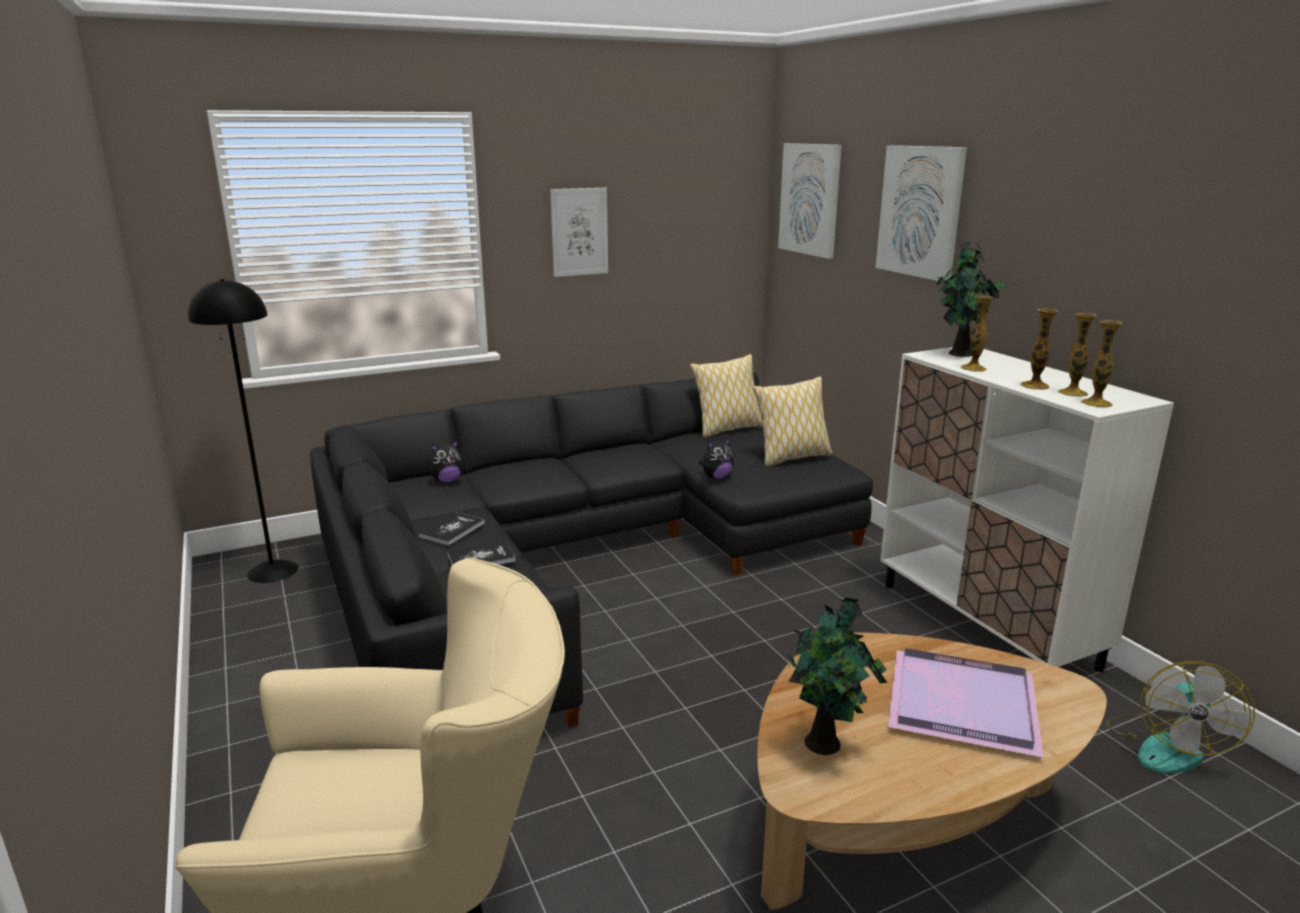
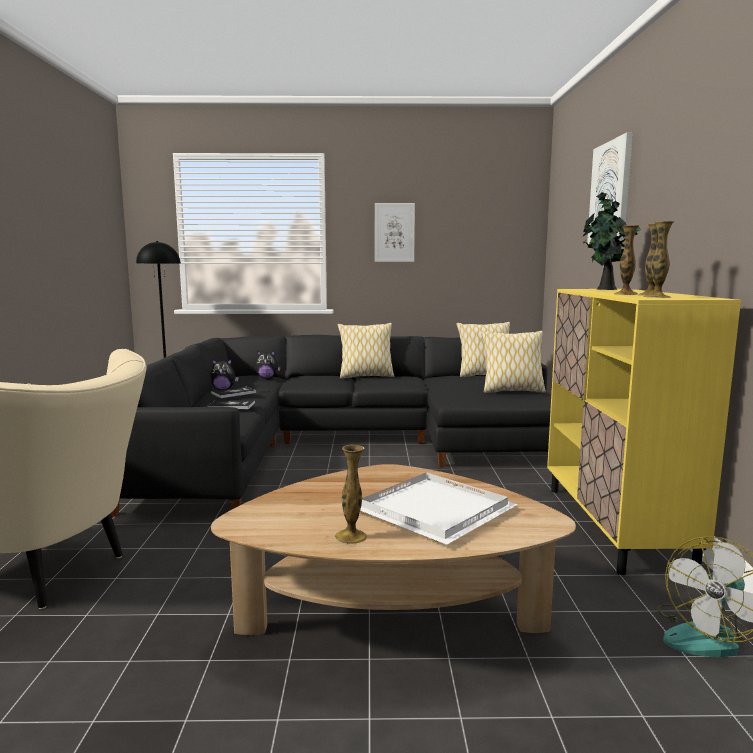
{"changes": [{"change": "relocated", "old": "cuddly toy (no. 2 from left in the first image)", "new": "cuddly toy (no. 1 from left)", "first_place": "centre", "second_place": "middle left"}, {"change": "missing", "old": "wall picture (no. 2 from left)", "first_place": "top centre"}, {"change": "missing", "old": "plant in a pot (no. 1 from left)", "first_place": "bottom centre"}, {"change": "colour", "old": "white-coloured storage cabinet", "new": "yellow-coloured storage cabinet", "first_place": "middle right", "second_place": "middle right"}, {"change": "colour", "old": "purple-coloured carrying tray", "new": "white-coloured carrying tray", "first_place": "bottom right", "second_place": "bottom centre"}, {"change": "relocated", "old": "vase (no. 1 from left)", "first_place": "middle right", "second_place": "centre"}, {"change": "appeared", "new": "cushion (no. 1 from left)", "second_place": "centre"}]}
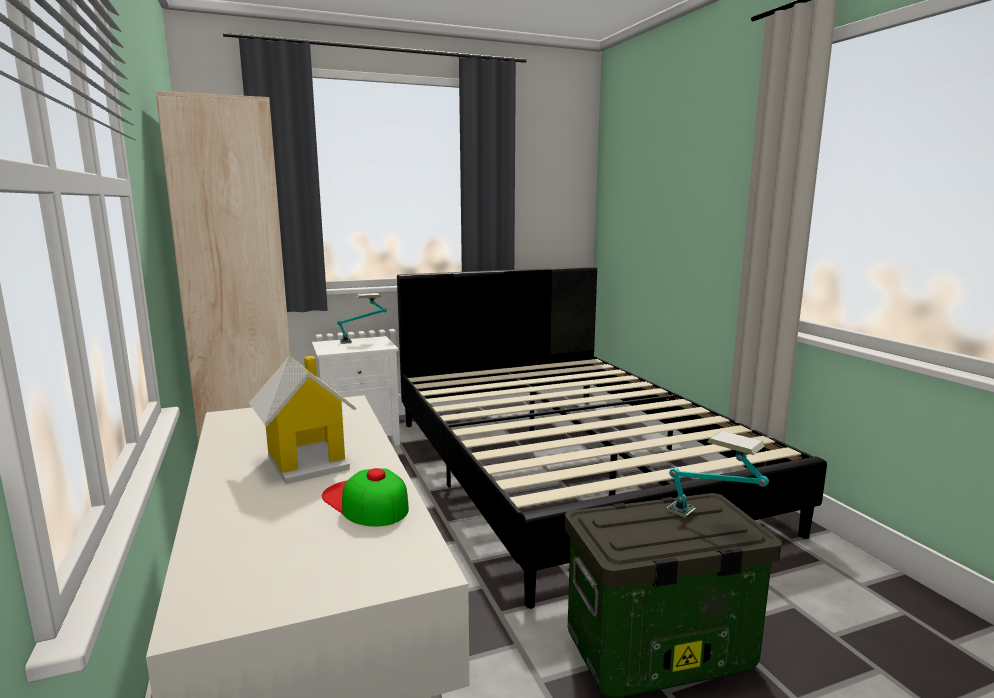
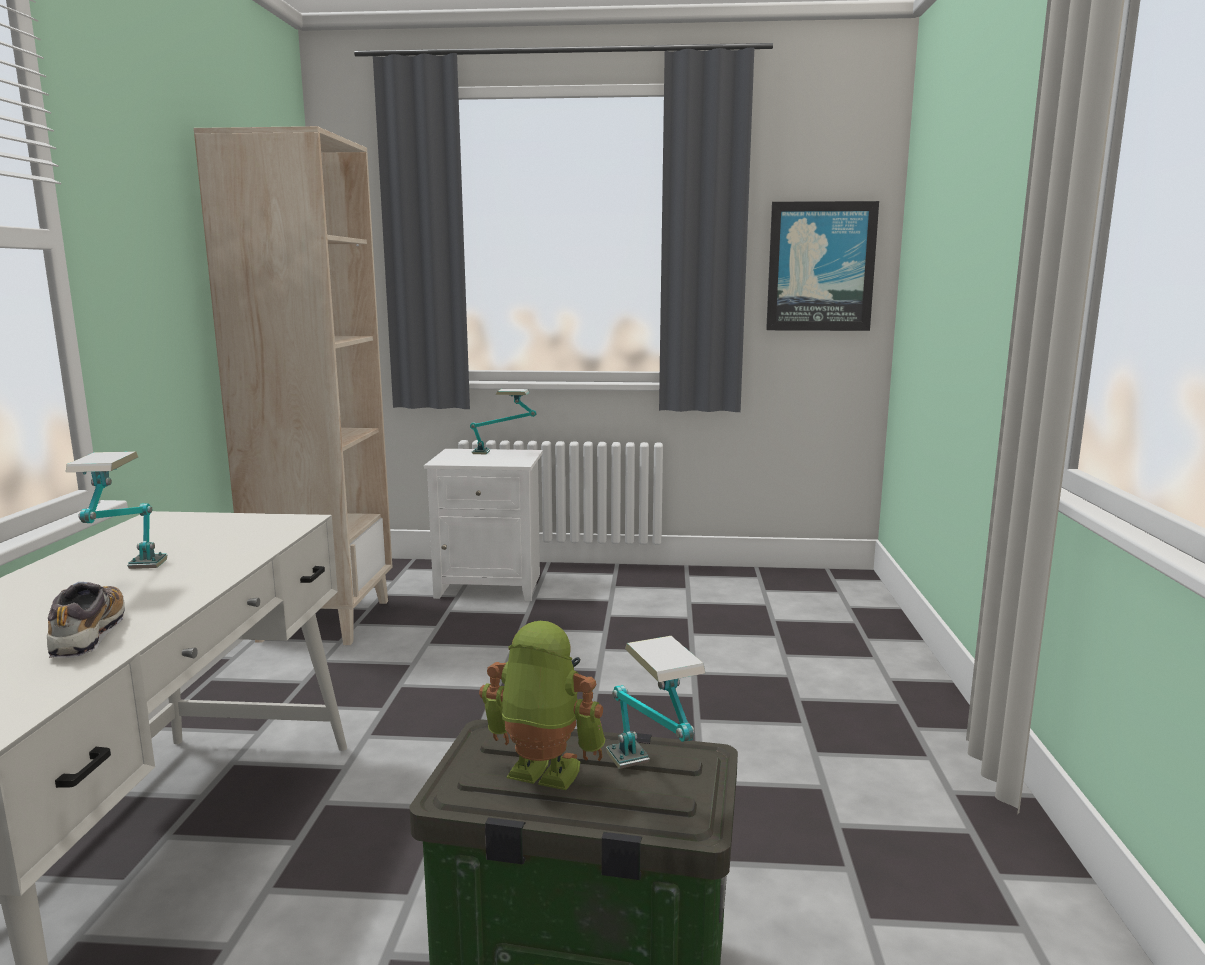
{"changes": [{"change": "exchanged", "old": "miniature house", "new": "table lamp (no. 1 from left)", "first_place": "middle left", "second_place": "middle left"}, {"change": "exchanged", "old": "peaked cap", "new": "low shoe", "first_place": "bottom centre", "second_place": "middle left"}, {"change": "missing", "old": "blackish bedroom bed", "first_place": "centre"}, {"change": "appeared", "new": "model robot", "second_place": "bottom centre"}, {"change": "appeared", "new": "wall picture", "second_place": "top right"}]}
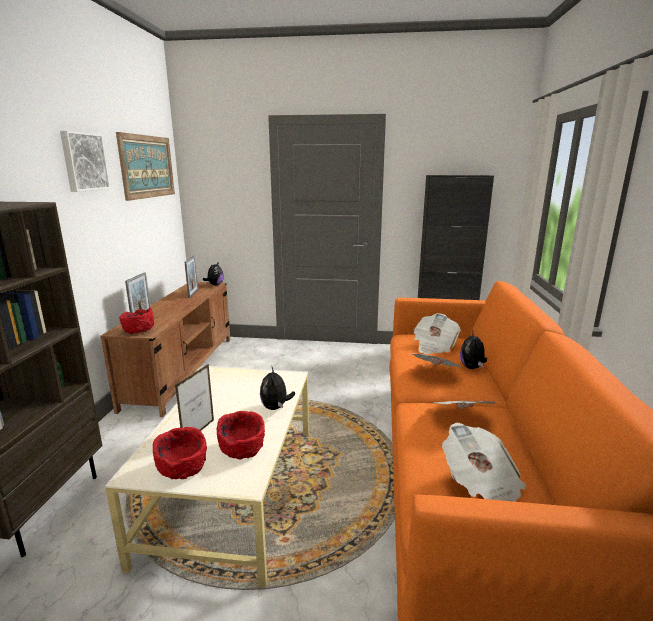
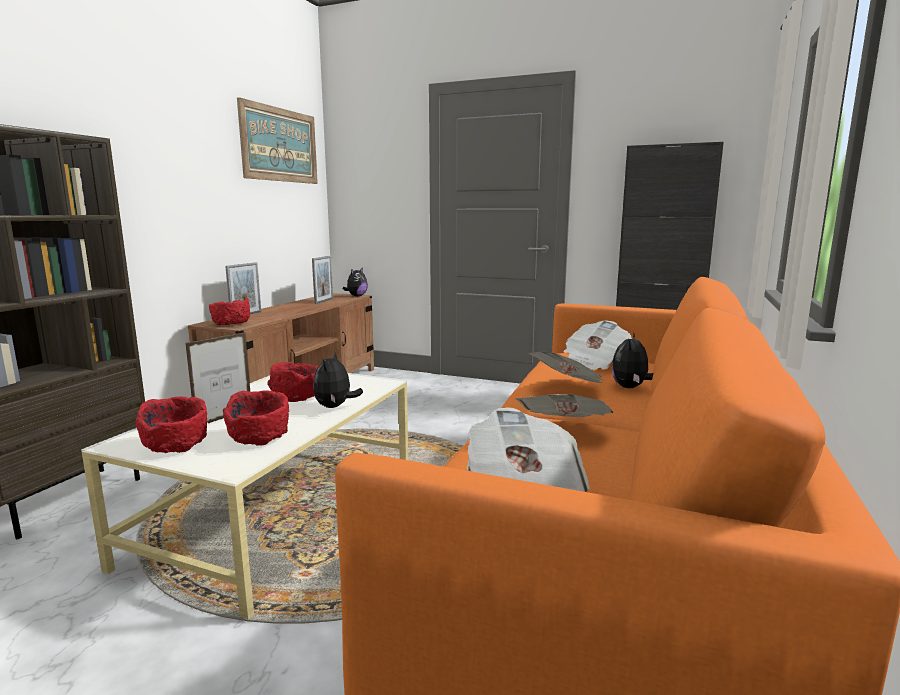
{"changes": [{"change": "missing", "old": "wall picture (no. 1 from left)", "first_place": "top left"}, {"change": "appeared", "new": "reddish bowl (no. 4 from left)", "second_place": "middle left"}]}
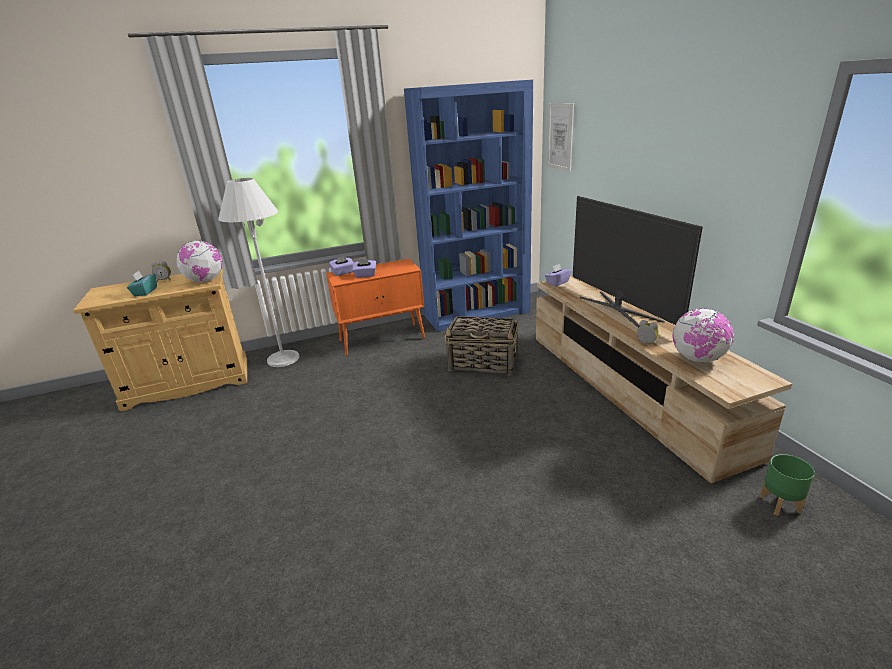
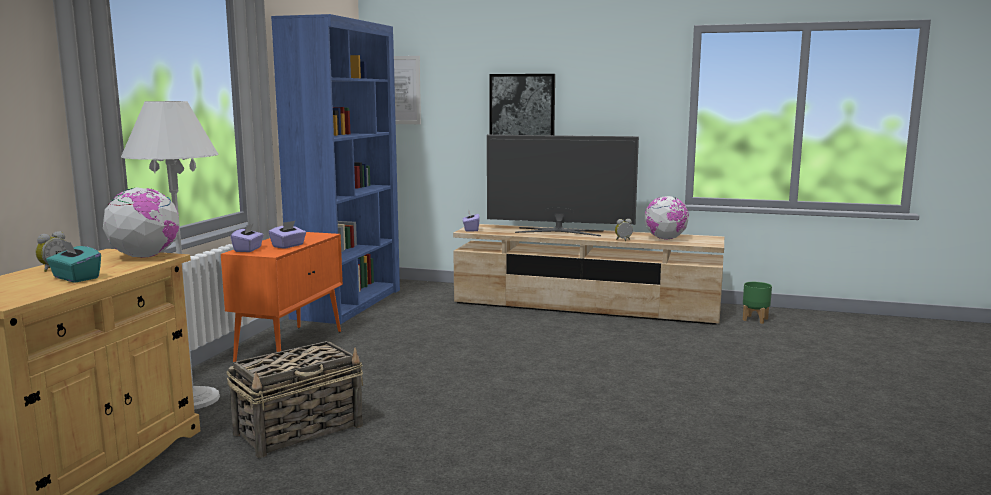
{"changes": [{"change": "relocated", "old": "household basket", "first_place": "centre", "second_place": "bottom left"}, {"change": "appeared", "new": "wall picture (no. 2 from left)", "second_place": "top centre"}]}
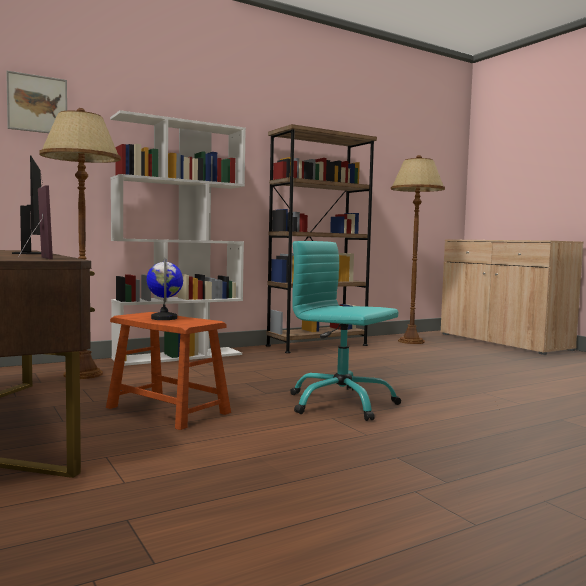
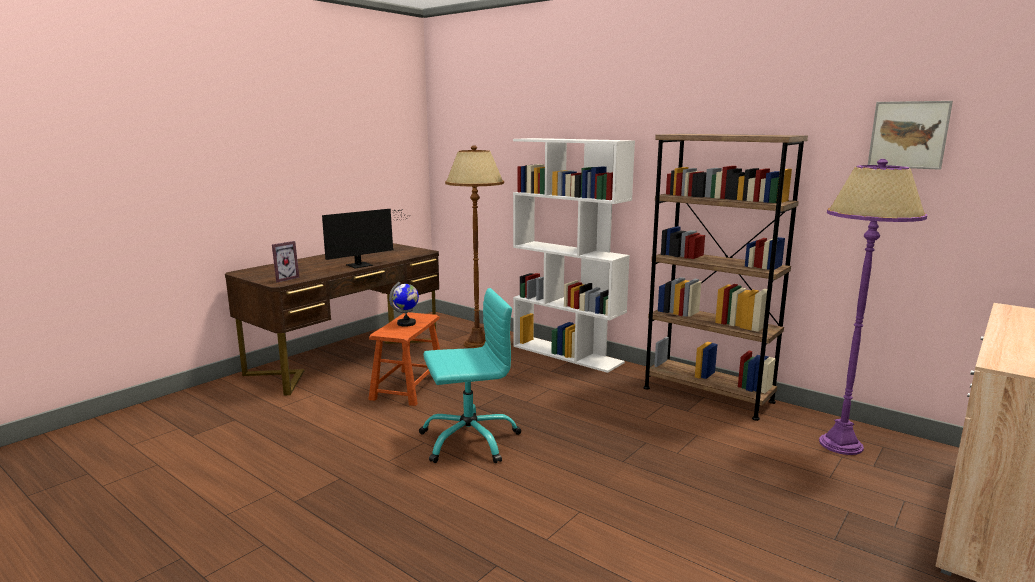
{"changes": [{"change": "relocated", "old": "wall picture", "first_place": "top left", "second_place": "top right"}, {"change": "spun", "old": "turquoise office chair", "first_place": "centre", "second_place": "centre", "degrees": 60}, {"change": "colour", "old": "brownish standing lamp (no. 2 from left)", "new": "purple-coloured standing lamp", "first_place": "middle right", "second_place": "middle right"}]}
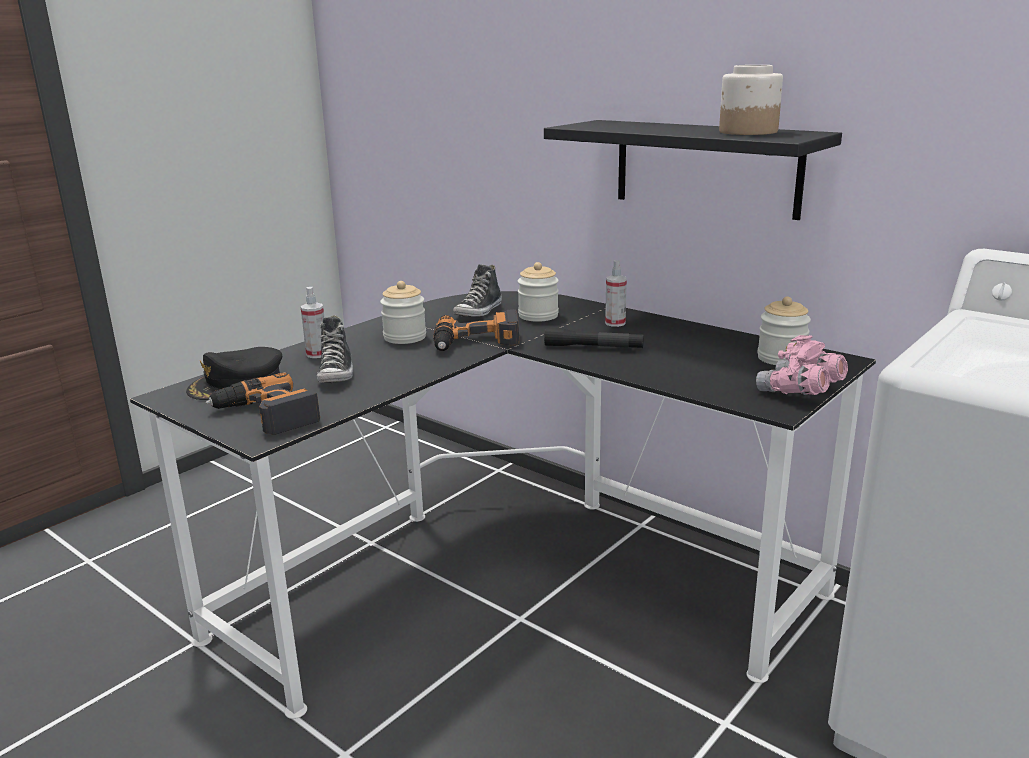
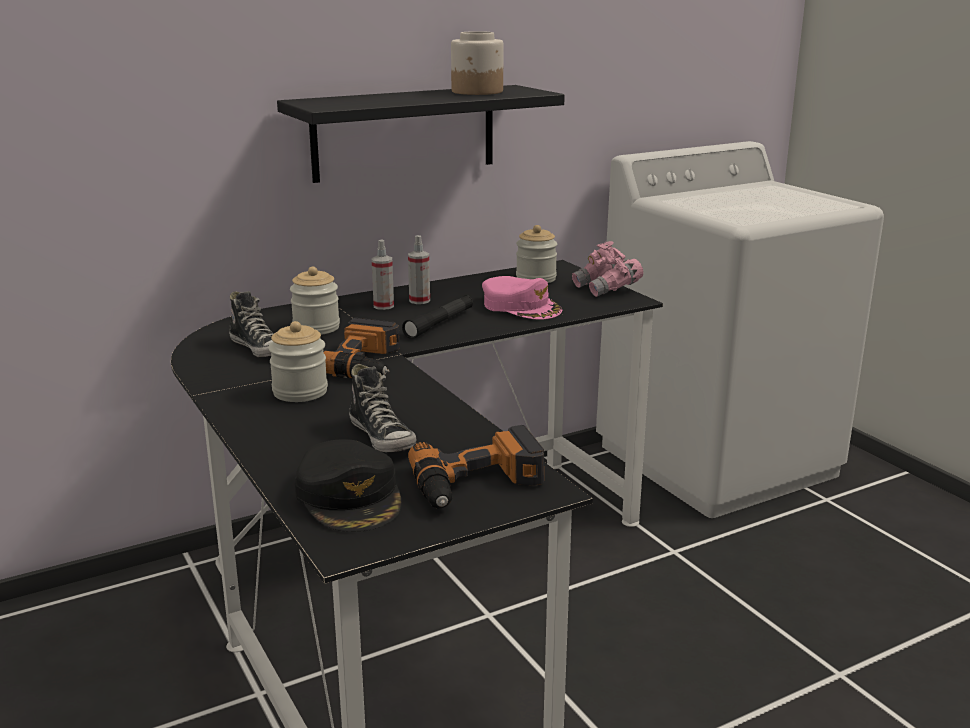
{"changes": [{"change": "relocated", "old": "sprayer (no. 1 from left in the first image)", "new": "sprayer (no. 2 from left)", "first_place": "middle left", "second_place": "centre"}, {"change": "spun", "old": "low shoe (no. 1 from left in the first image)", "first_place": "middle left", "second_place": "centre", "degrees": 45}, {"change": "appeared", "new": "pinkish peaked cap", "second_place": "centre"}]}
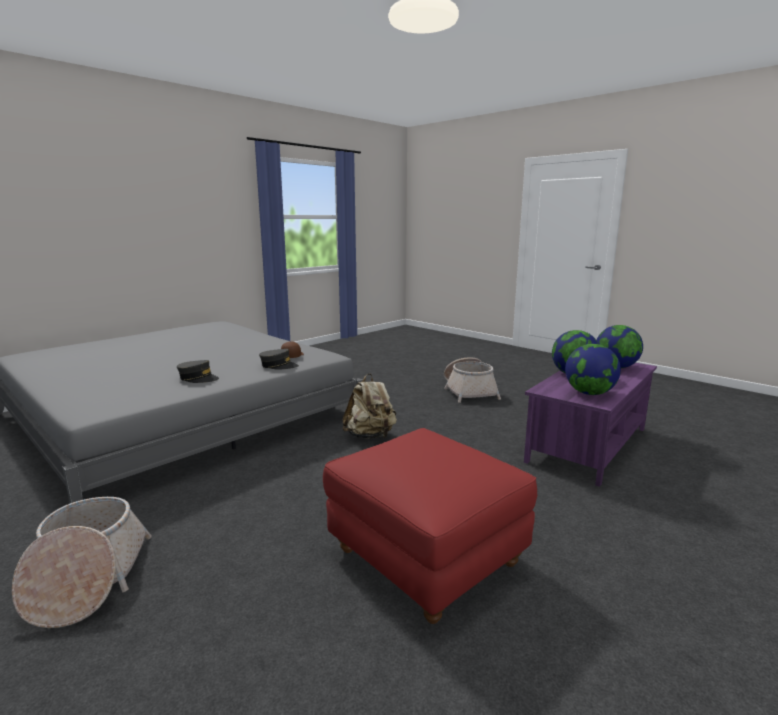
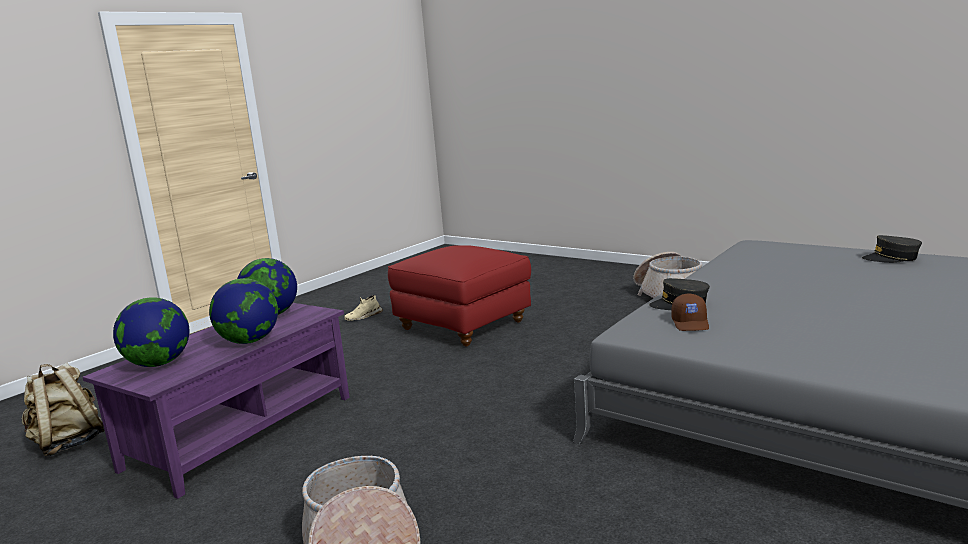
{"changes": [{"change": "relocated", "old": "greyish peaked cap (no. 1 from left in the first image)", "new": "greyish peaked cap (no. 2 from left)", "first_place": "middle left", "second_place": "middle right"}, {"change": "relocated", "old": "sand-coloured backpack", "first_place": "centre", "second_place": "bottom left"}, {"change": "appeared", "new": "sand-coloured low shoe", "second_place": "centre"}]}
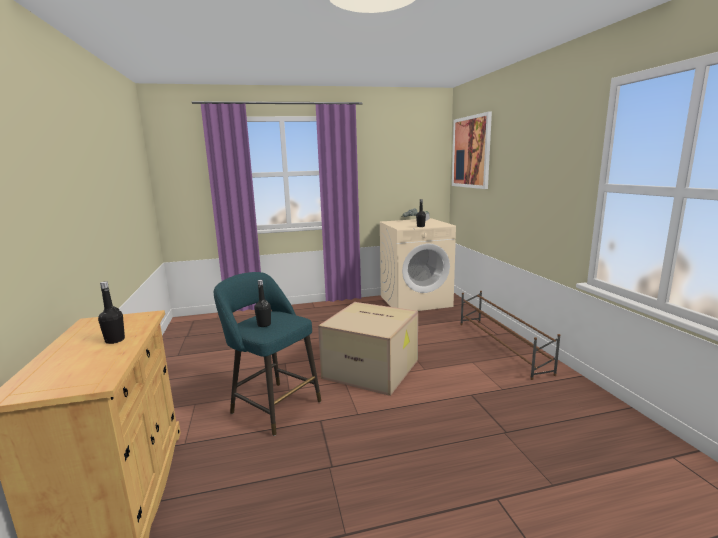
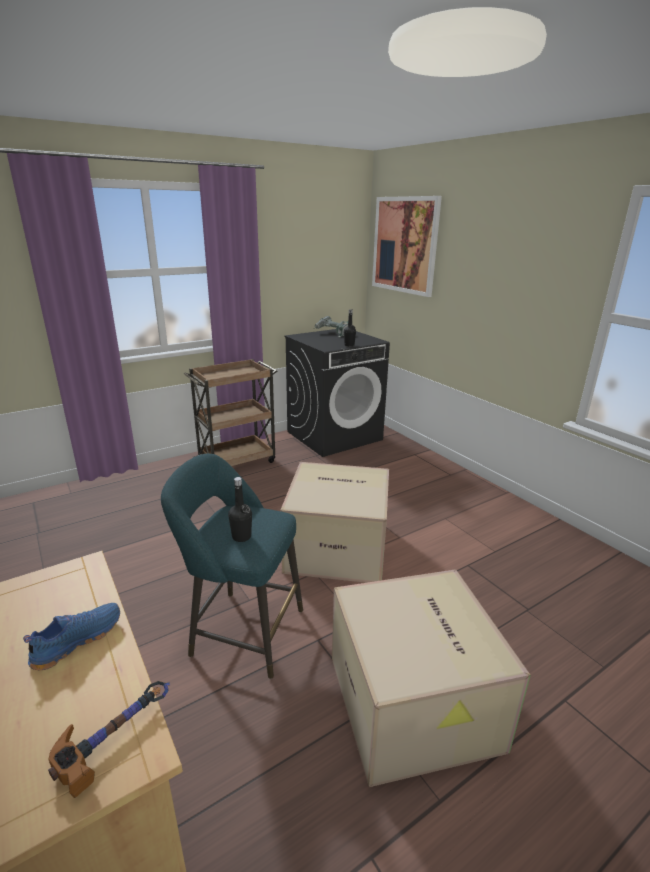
{"changes": [{"change": "exchanged", "old": "blackish bottle (no. 1 from left)", "new": "blue-coloured low shoe", "first_place": "middle left", "second_place": "bottom left"}, {"change": "colour", "old": "sand-coloured washing machine", "new": "blackish washing machine", "first_place": "centre", "second_place": "centre"}, {"change": "missing", "old": "brownish shoe stand", "first_place": "middle right"}, {"change": "appeared", "new": "hammer", "second_place": "bottom left"}, {"change": "appeared", "new": "brownish cart", "second_place": "centre"}, {"change": "appeared", "new": "cardboard box (no. 2 from left)", "second_place": "bottom centre"}]}
